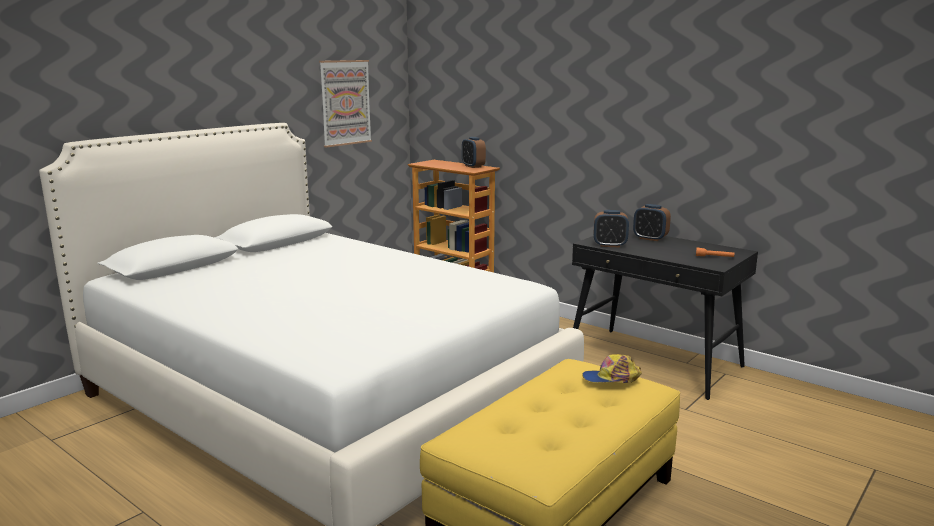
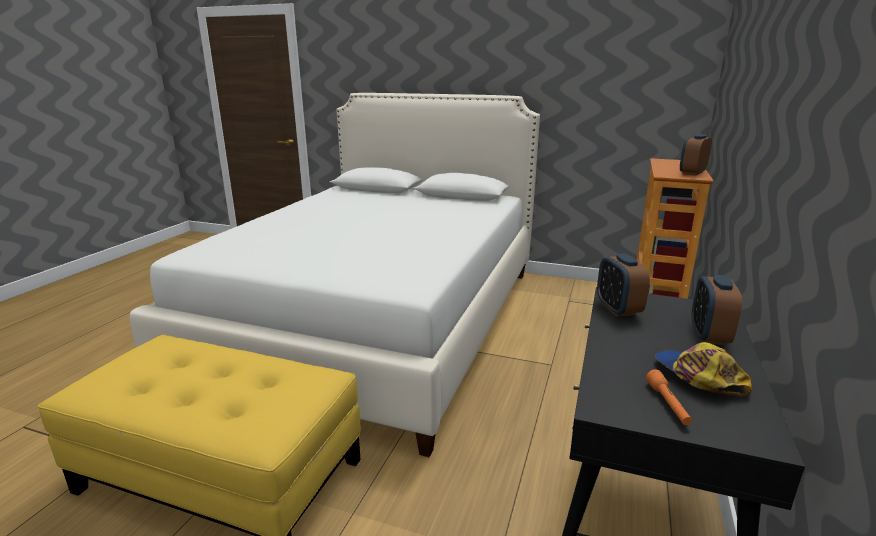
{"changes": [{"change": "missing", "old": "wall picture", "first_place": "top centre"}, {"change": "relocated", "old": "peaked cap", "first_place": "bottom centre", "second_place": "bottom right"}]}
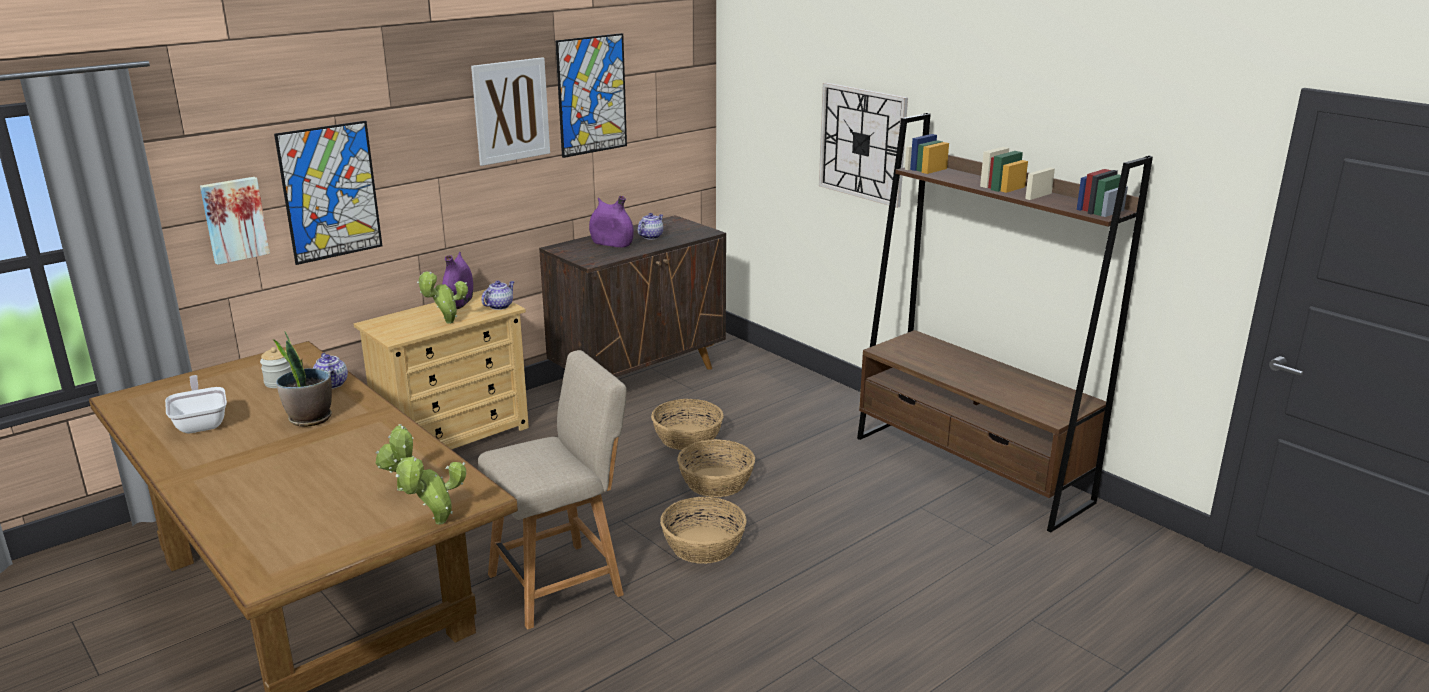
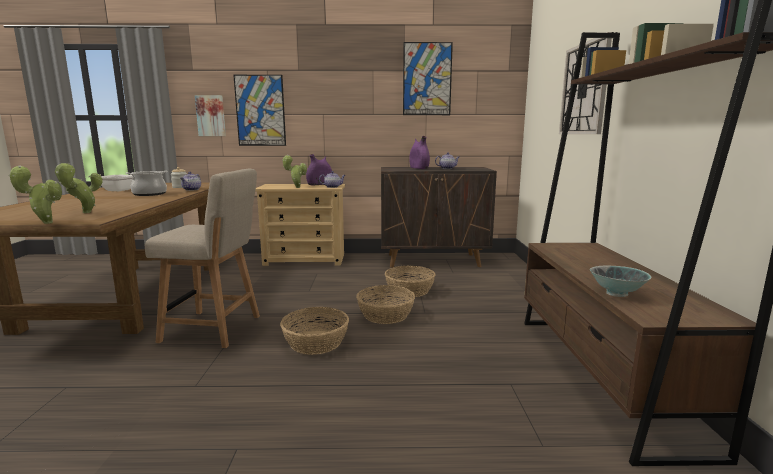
{"changes": [{"change": "exchanged", "old": "plant in a pot (no. 1 from left)", "new": "saucepot", "first_place": "middle left", "second_place": "middle left"}, {"change": "missing", "old": "wall picture (no. 3 from left)", "first_place": "top centre"}, {"change": "appeared", "new": "bowl", "second_place": "middle right"}]}
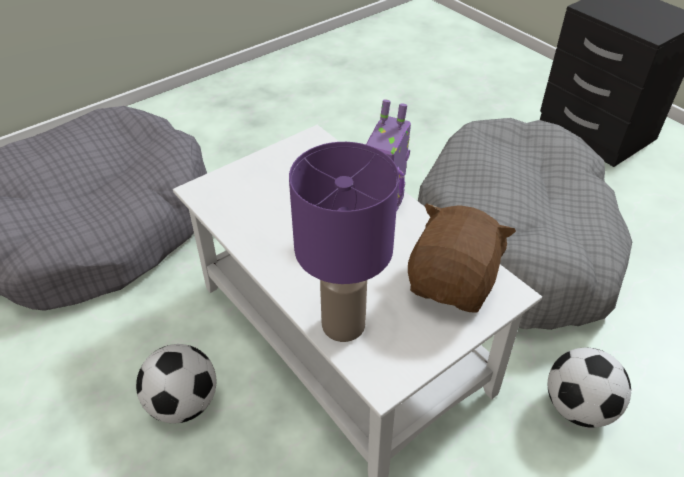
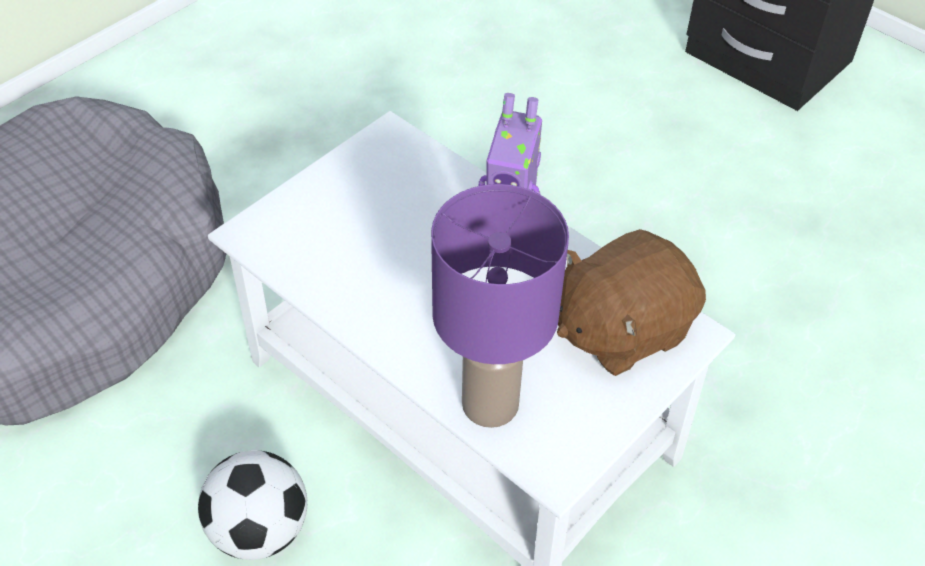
{"changes": [{"change": "spun", "old": "brownish cuddly toy", "first_place": "middle right", "second_place": "middle right", "degrees": -135}, {"change": "missing", "old": "greyish dog bed (no. 2 from left)", "first_place": "middle right"}, {"change": "missing", "old": "football ball (no. 2 from left)", "first_place": "bottom right"}]}
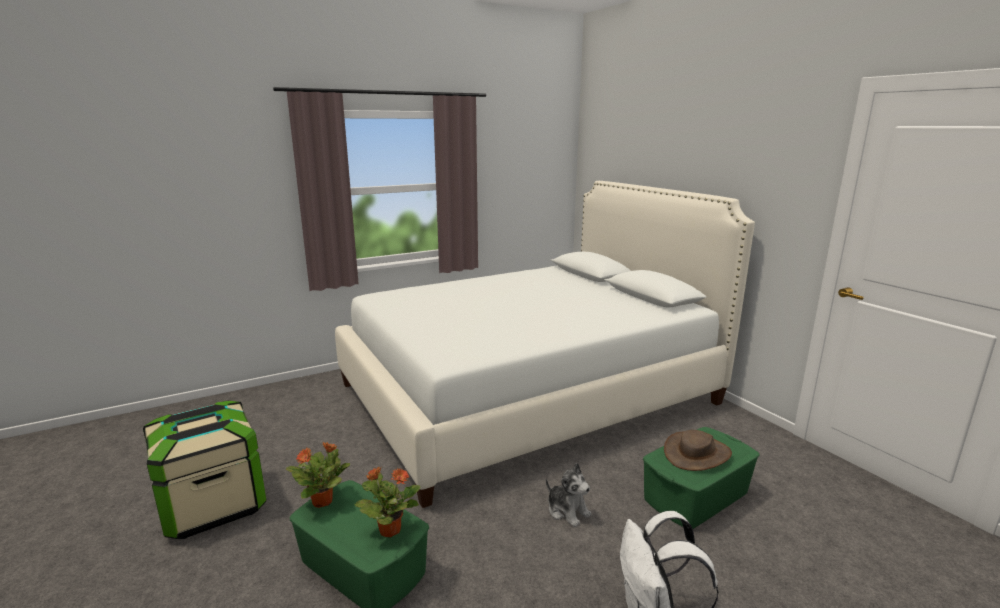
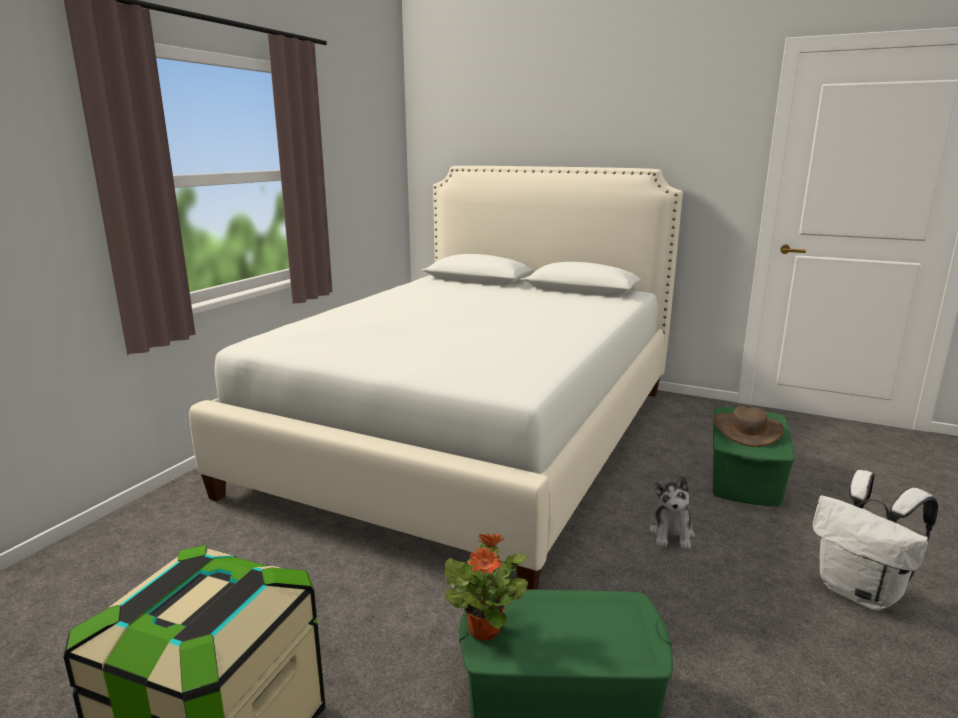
{"changes": [{"change": "missing", "old": "plant in a pot (no. 2 from left)", "first_place": "bottom centre"}, {"change": "spun", "old": "cuddly toy", "first_place": "bottom centre", "second_place": "bottom right", "degrees": 90}]}
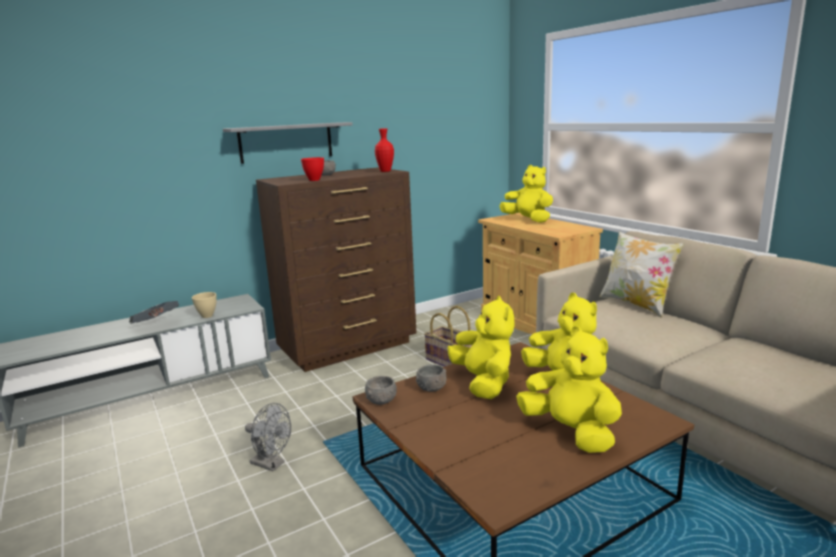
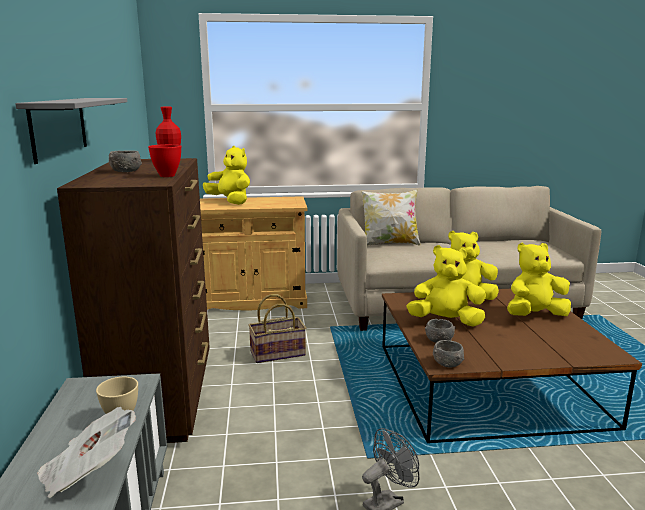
{"changes": [{"change": "spun", "old": "yellow-coloured cuddly toy (no. 2 from left in the first image)", "first_place": "centre", "second_place": "centre", "degrees": 60}]}
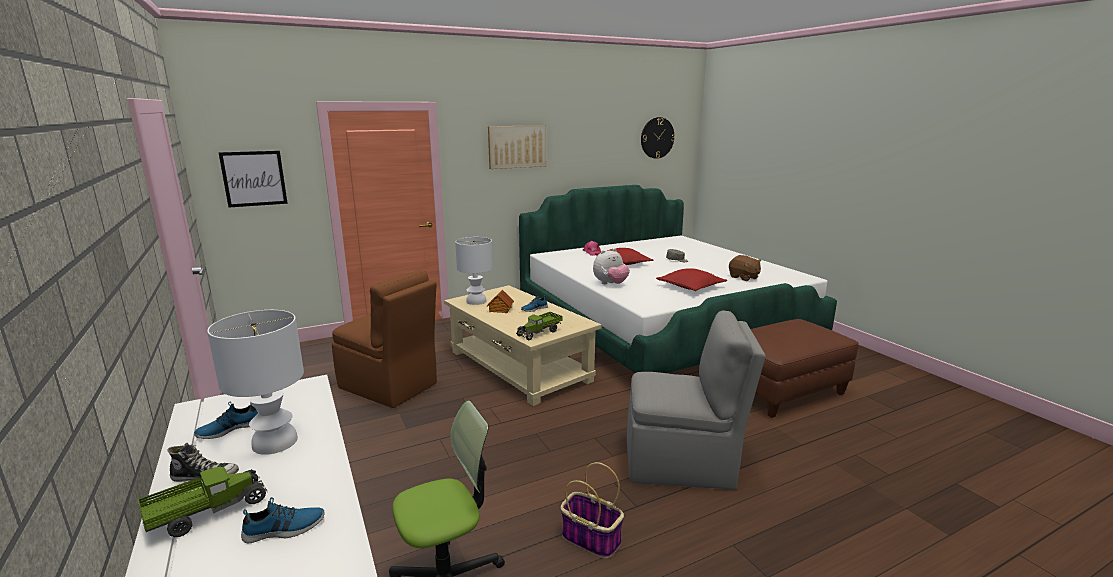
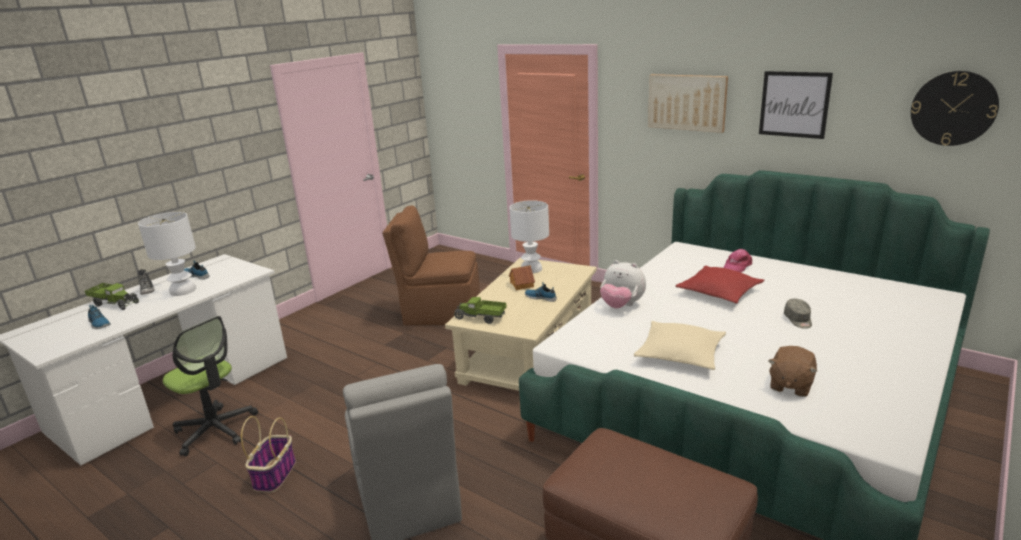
{"changes": [{"change": "relocated", "old": "wall picture (no. 1 from left in the first image)", "new": "wall picture (no. 2 from left)", "first_place": "top left", "second_place": "top right"}, {"change": "spun", "old": "brownish plain chair", "first_place": "centre", "second_place": "centre", "degrees": 90}, {"change": "colour", "old": "reddish cushion (no. 2 from left)", "new": "sand-coloured cushion", "first_place": "centre", "second_place": "centre"}]}
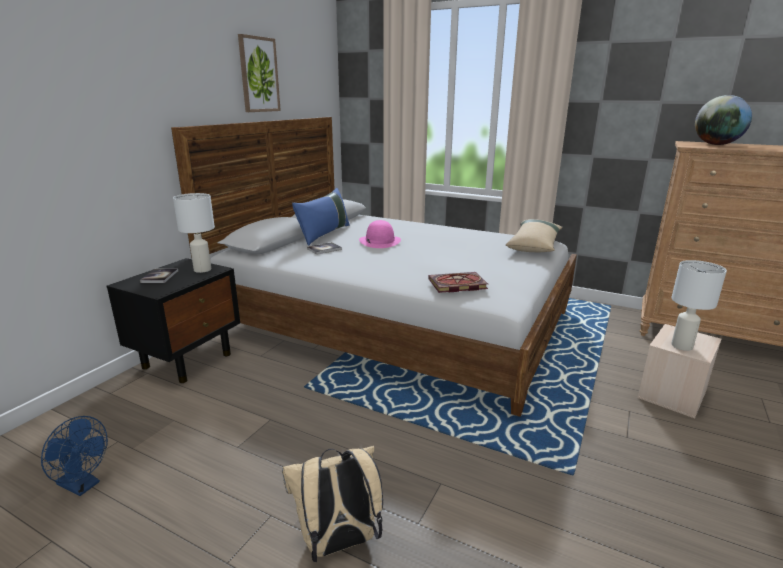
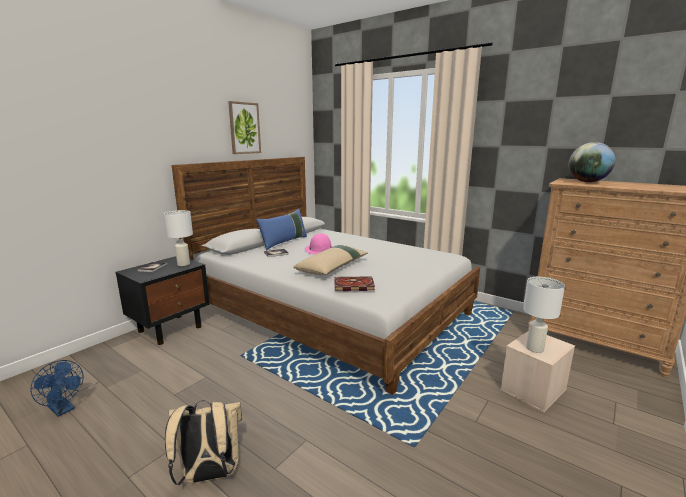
{"changes": [{"change": "relocated", "old": "sand-coloured cushion", "first_place": "middle right", "second_place": "centre"}]}
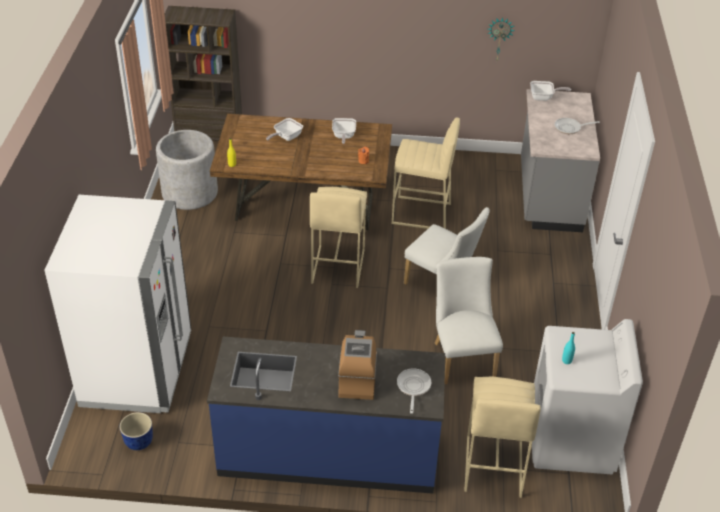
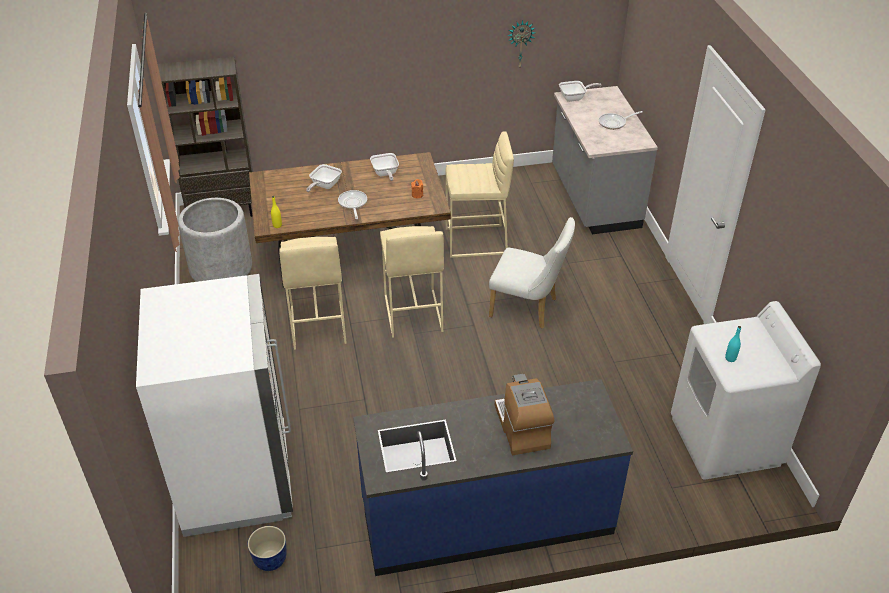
{"changes": [{"change": "relocated", "old": "frying pan (no. 3 from left in the first image)", "new": "frying pan (no. 2 from left)", "first_place": "bottom centre", "second_place": "centre"}, {"change": "missing", "old": "white-coloured plain chair (no. 2 from left)", "first_place": "centre"}, {"change": "relocated", "old": "sand-coloured stool (no. 3 from left in the first image)", "new": "sand-coloured stool (no. 1 from left)", "first_place": "bottom right", "second_place": "centre"}]}
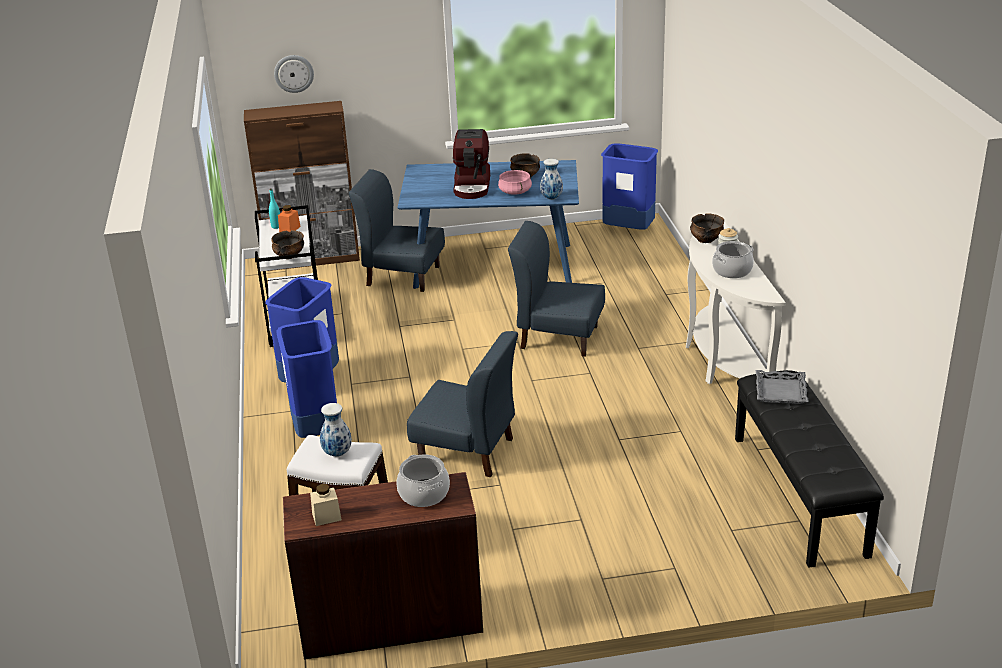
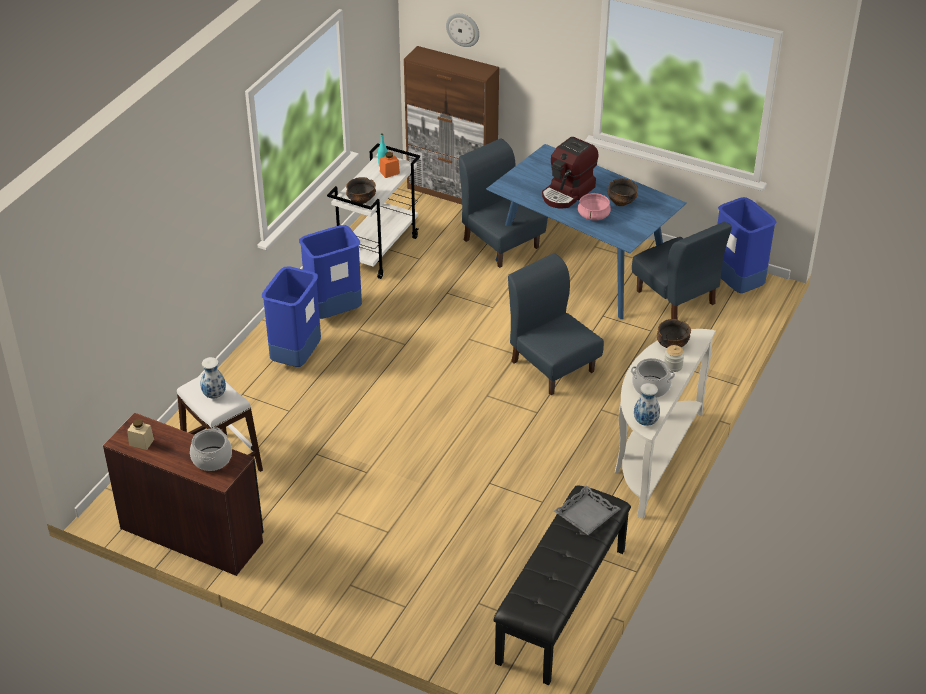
{"changes": [{"change": "relocated", "old": "blue-coloured plain chair (no. 2 from left in the first image)", "new": "blue-coloured plain chair (no. 3 from left)", "first_place": "centre", "second_place": "middle right"}, {"change": "relocated", "old": "vase (no. 2 from left)", "first_place": "top centre", "second_place": "middle right"}]}
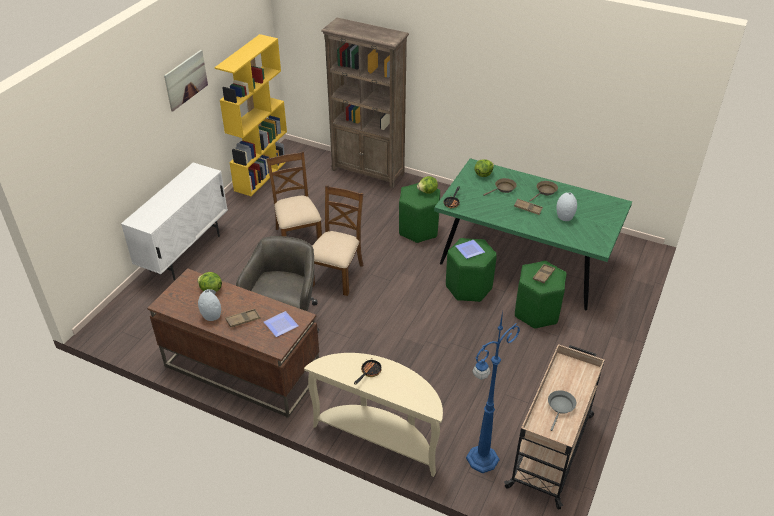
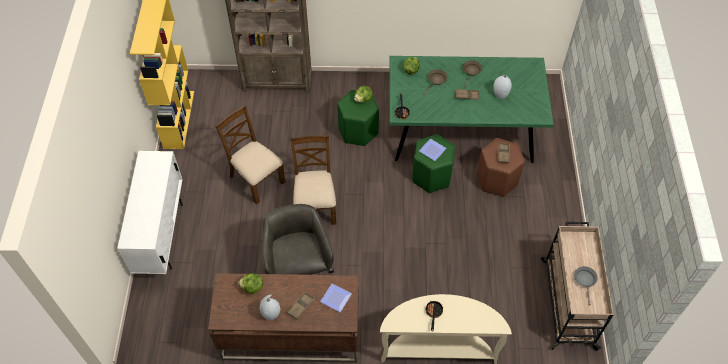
{"changes": [{"change": "missing", "old": "wall picture", "first_place": "top left"}, {"change": "missing", "old": "blue-coloured standing lamp", "first_place": "bottom centre"}, {"change": "colour", "old": "green stool (no. 3 from left)", "new": "brownish stool", "first_place": "middle right", "second_place": "middle right"}]}
